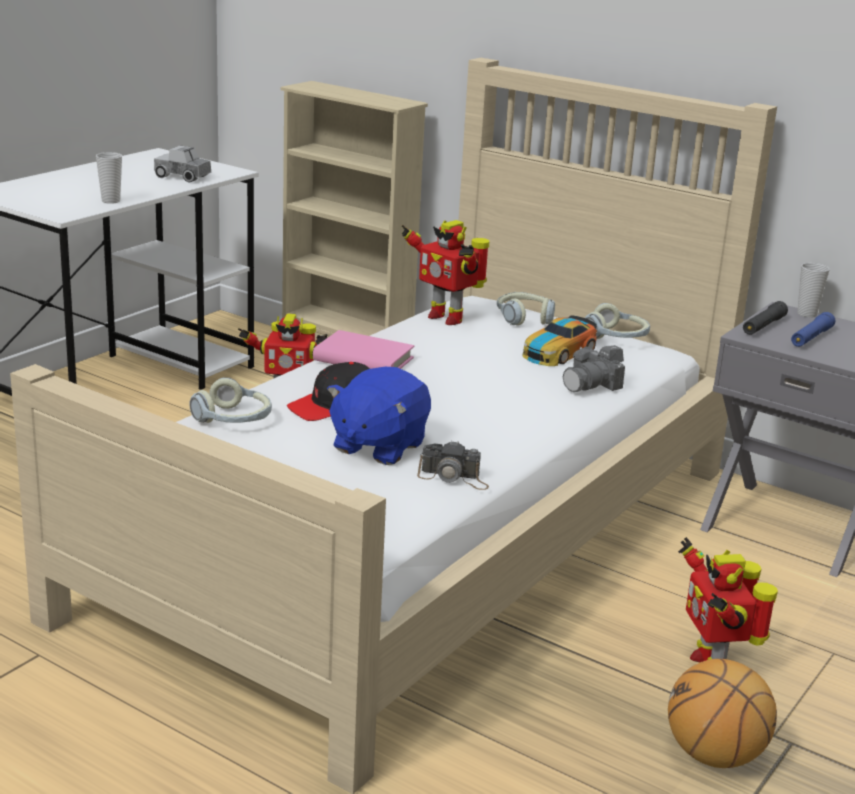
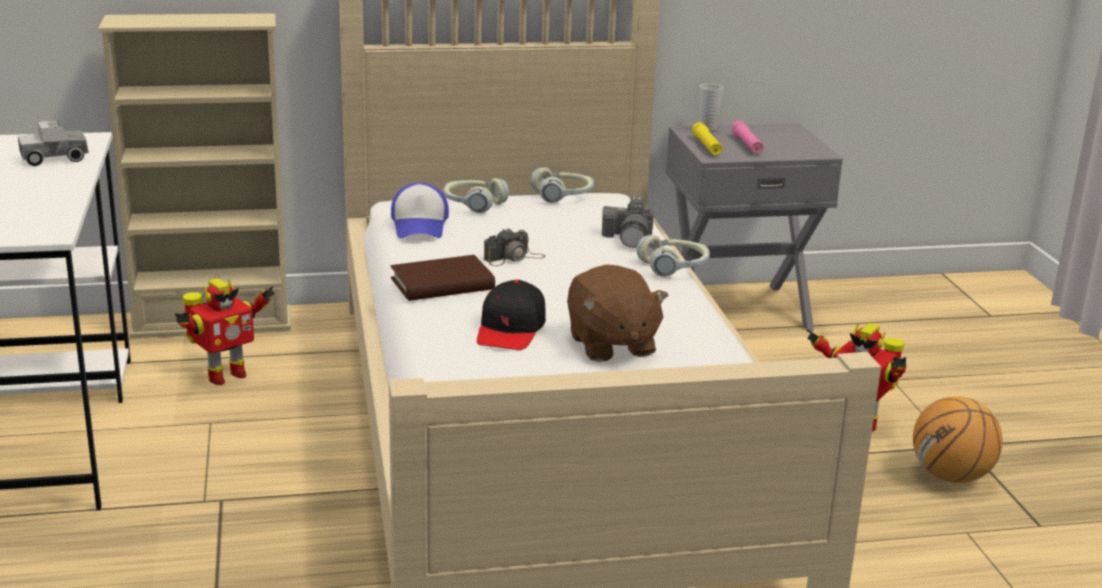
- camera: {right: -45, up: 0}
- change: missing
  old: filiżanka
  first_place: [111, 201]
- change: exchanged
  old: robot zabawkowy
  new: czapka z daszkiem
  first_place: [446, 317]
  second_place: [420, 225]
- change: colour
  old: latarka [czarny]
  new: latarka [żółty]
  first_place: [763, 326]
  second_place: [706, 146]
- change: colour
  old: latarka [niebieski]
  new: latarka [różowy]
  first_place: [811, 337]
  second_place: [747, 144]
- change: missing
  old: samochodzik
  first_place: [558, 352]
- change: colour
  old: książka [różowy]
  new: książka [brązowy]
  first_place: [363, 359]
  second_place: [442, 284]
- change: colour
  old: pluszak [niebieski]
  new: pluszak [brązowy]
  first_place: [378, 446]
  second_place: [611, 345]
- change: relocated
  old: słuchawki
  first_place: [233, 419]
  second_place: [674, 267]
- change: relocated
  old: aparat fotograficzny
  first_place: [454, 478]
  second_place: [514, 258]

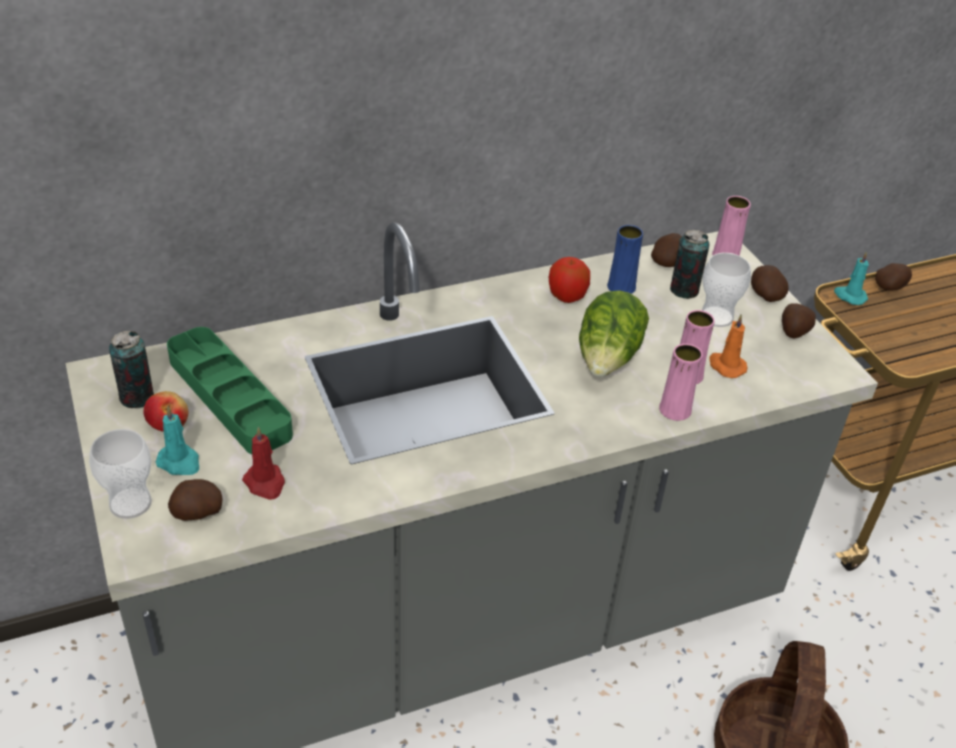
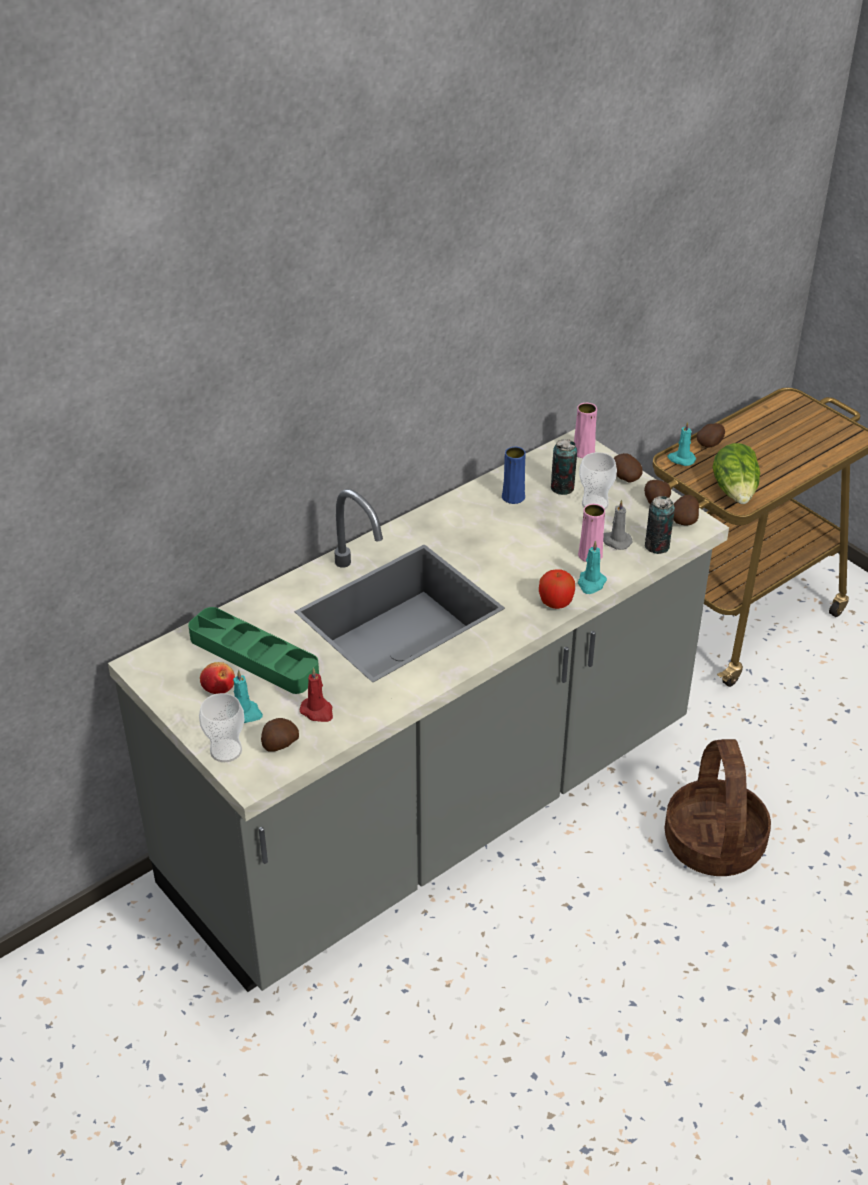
- camera: {right: -15, up: 0}
- change: relocated
  old: ziemniak
  first_place: [667, 262]
  second_place: [684, 520]
- change: relocated
  old: jabłko
  first_place: [567, 296]
  second_place: [555, 603]
- change: relocated
  old: sałata
  first_place: [608, 358]
  second_place: [735, 491]
- change: colour
  old: świeca [pomarańczowy]
  new: świeca [szary]
  first_place: [726, 366]
  second_place: [615, 541]
- change: relocated
  old: puszka
  first_place: [137, 397]
  second_place: [657, 546]
- change: exchanged
  old: wazon [różowy]
  new: świeca [turkusowy]
  first_place: [675, 410]
  second_place: [591, 583]

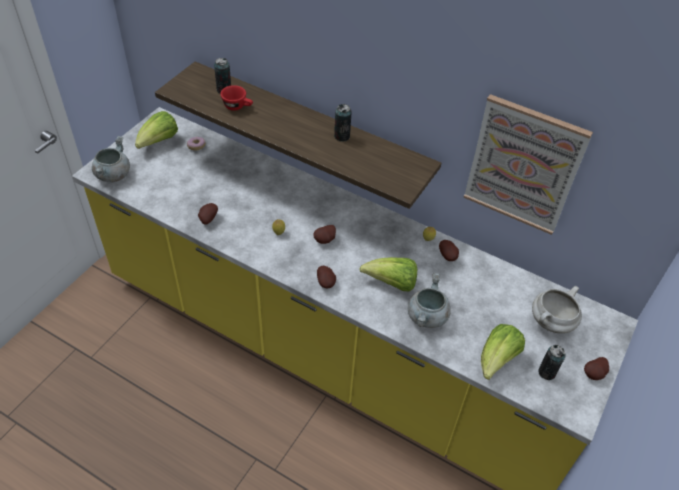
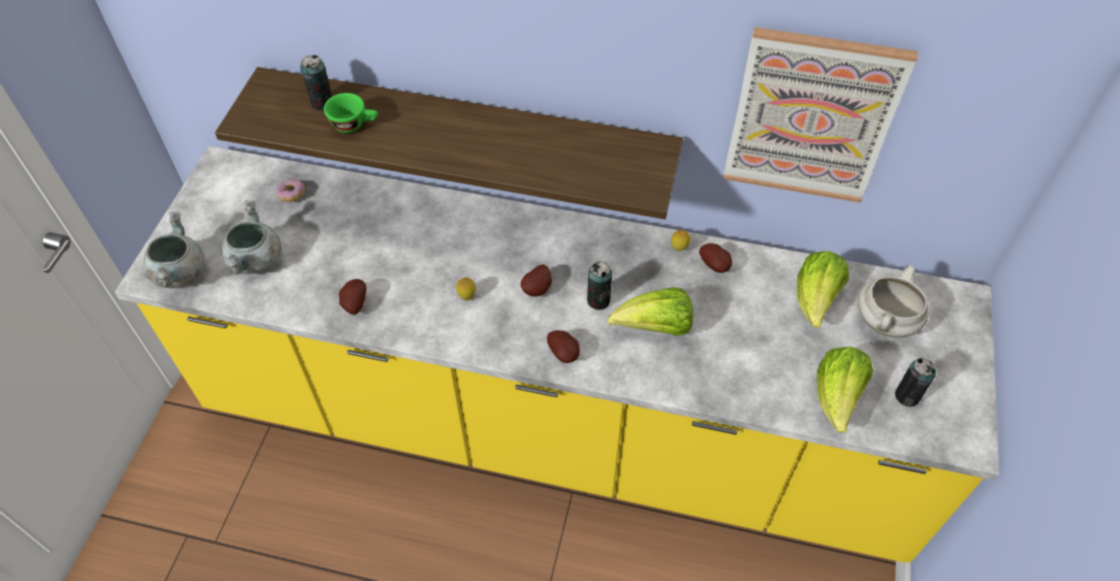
- camera: {right: -15, up: 5}
- change: colour
  old: filiżanka [czerwony]
  new: filiżanka [zielony]
  first_place: [238, 106]
  second_place: [354, 124]
- change: relocated
  old: puszka
  first_place: [342, 136]
  second_place: [598, 300]
- change: relocated
  old: sałata
  first_place: [159, 142]
  second_place: [815, 300]
- change: relocated
  old: garnek [szary]
  first_place: [427, 317]
  second_place: [256, 261]
- change: missing
  old: ziemniak
  first_place: [594, 374]

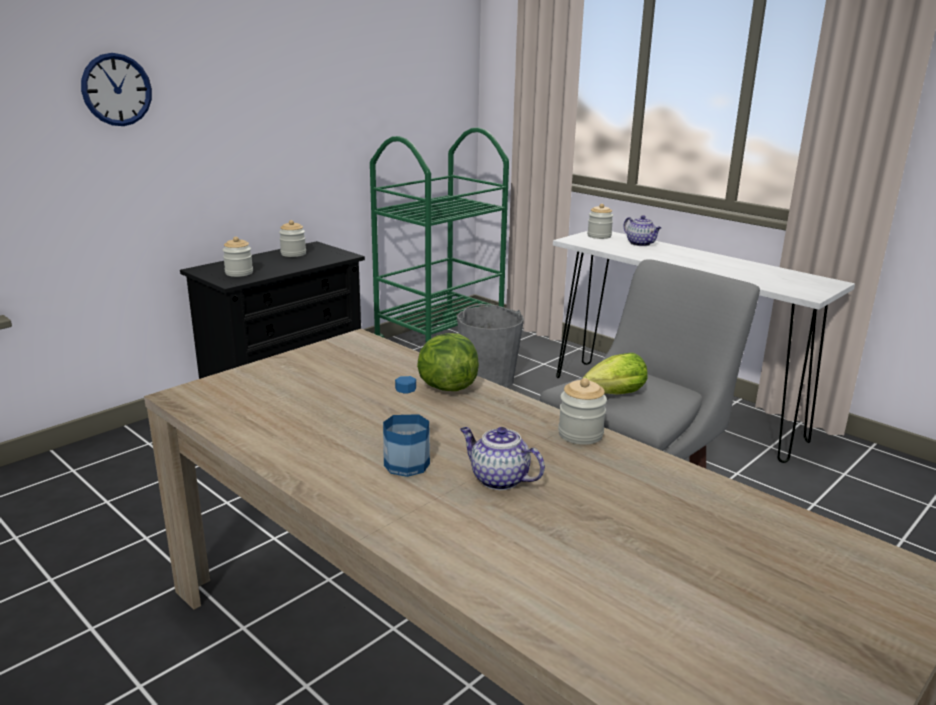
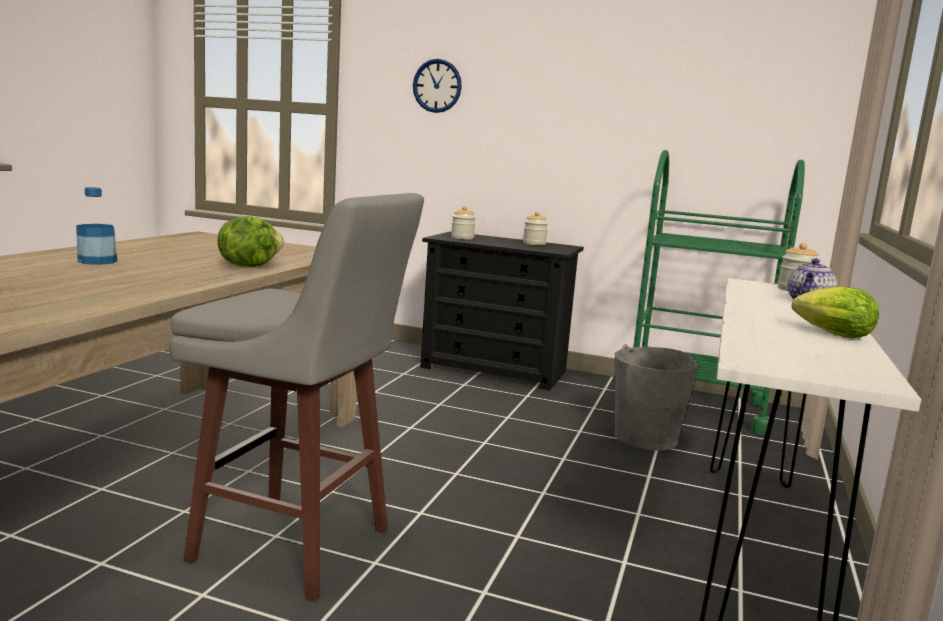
- camera: {right: 65, up: -10}
- change: relocated
  old: sałata
  first_place: [612, 395]
  second_place: [828, 334]
- change: missing
  old: słoik
  first_place: [580, 434]
- change: missing
  old: imbryk
  first_place: [498, 479]

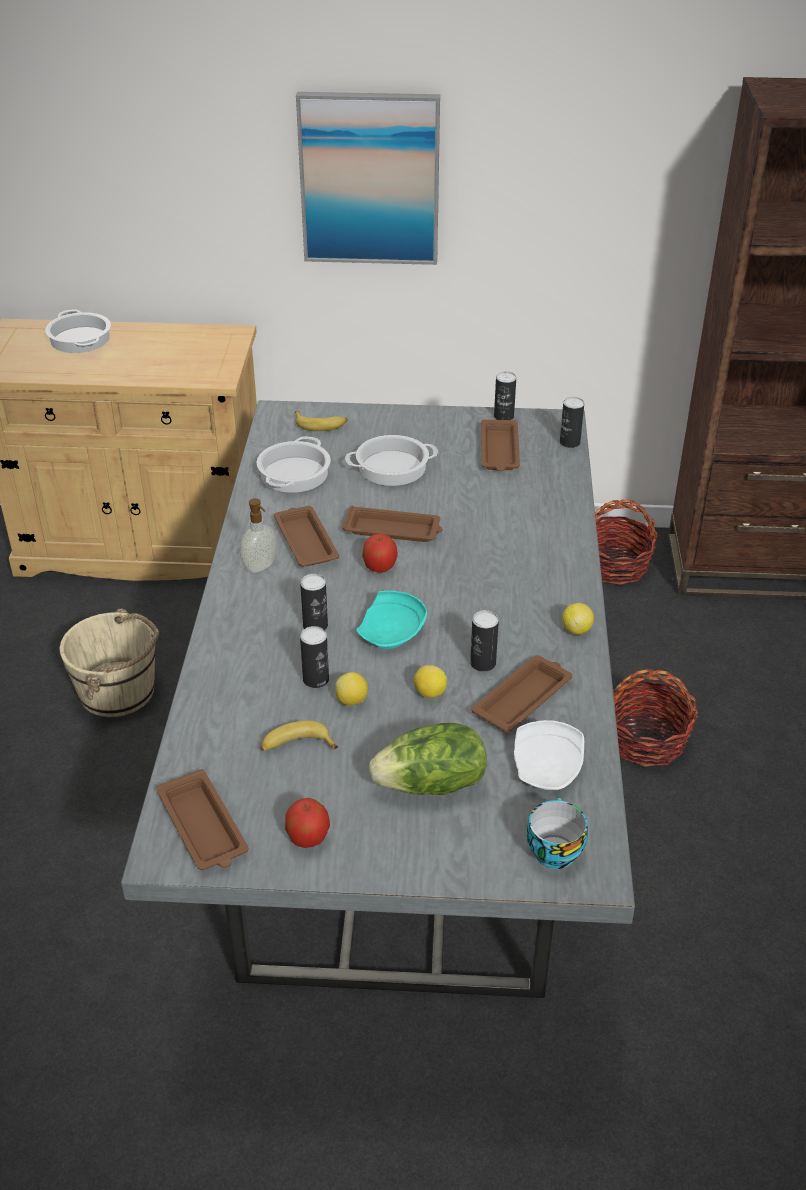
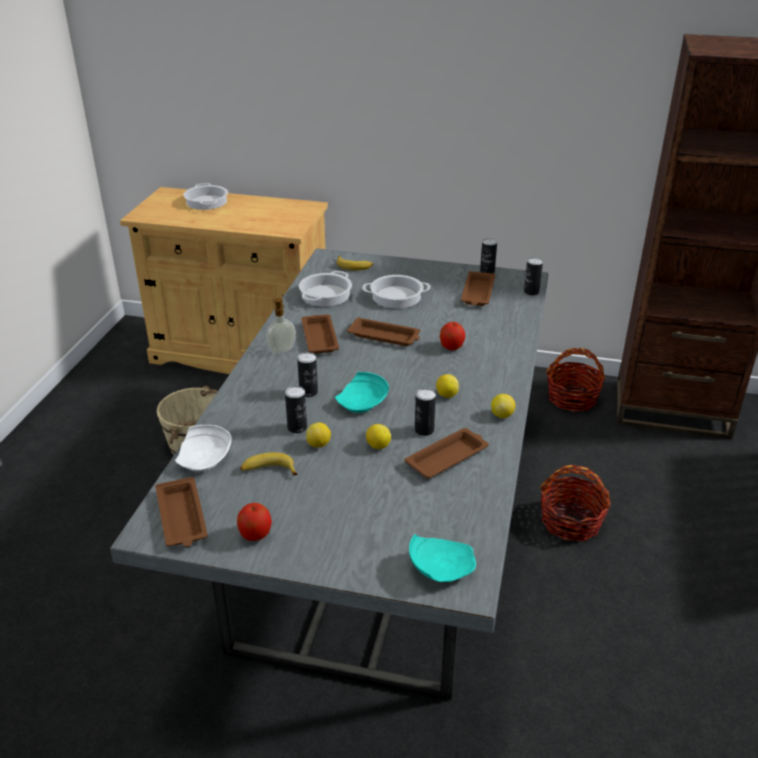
- camera: {right: 10, up: -5}
- change: missing
  old: obraz
  first_place: [369, 179]
- change: relocated
  old: jabłko
  first_place: [380, 567]
  second_place: [451, 347]
- change: relocated
  old: talerz [biały]
  first_place: [548, 768]
  second_place: [205, 458]
- change: missing
  old: sałata
  first_place: [432, 785]
- change: exchanged
  old: filiżanka
  new: talerz [turkusowy]
  first_place: [553, 850]
  second_place: [440, 567]
- change: appeared
  new: cytryna
  second_place: [446, 395]

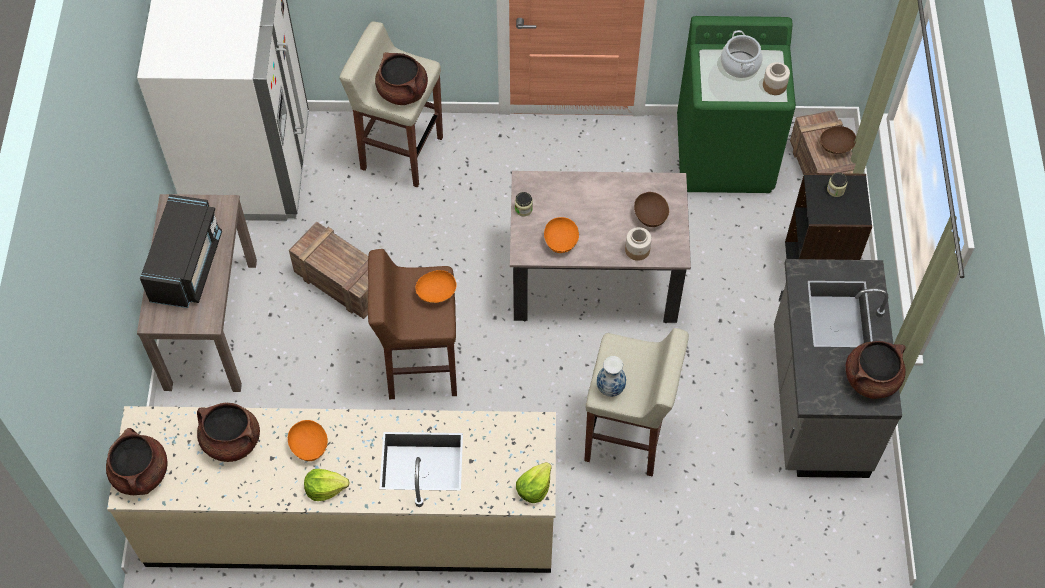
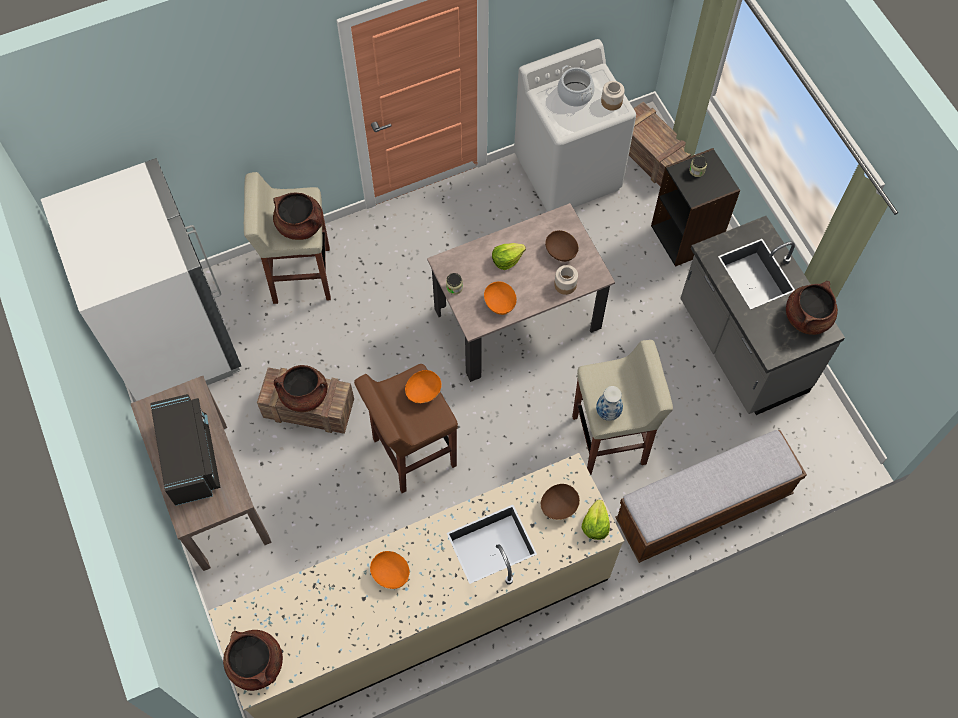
- camera: {right: -25, up: 5}
- change: colour
  old: pralka [zielony]
  new: pralka [biały]
  first_place: [725, 155]
  second_place: [568, 172]
- change: relocated
  old: miska [brązowy]
  first_place: [836, 147]
  second_place: [559, 506]
- change: relocated
  old: garnek [brązowy]
  first_place: [231, 441]
  second_place: [304, 396]
- change: relocated
  old: sałata
  first_place: [325, 488]
  second_place: [507, 259]
- change: appeared
  new: ławka
  second_place: [703, 507]

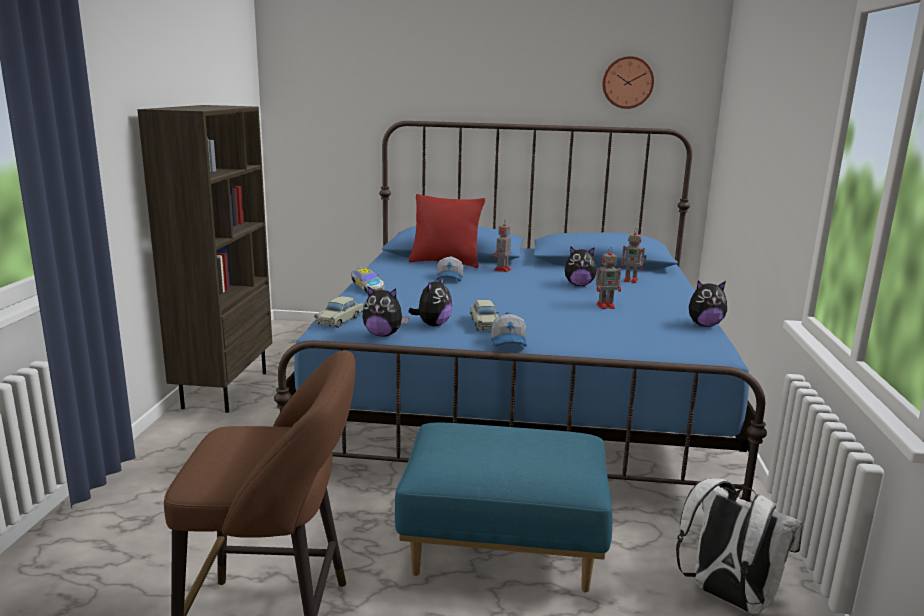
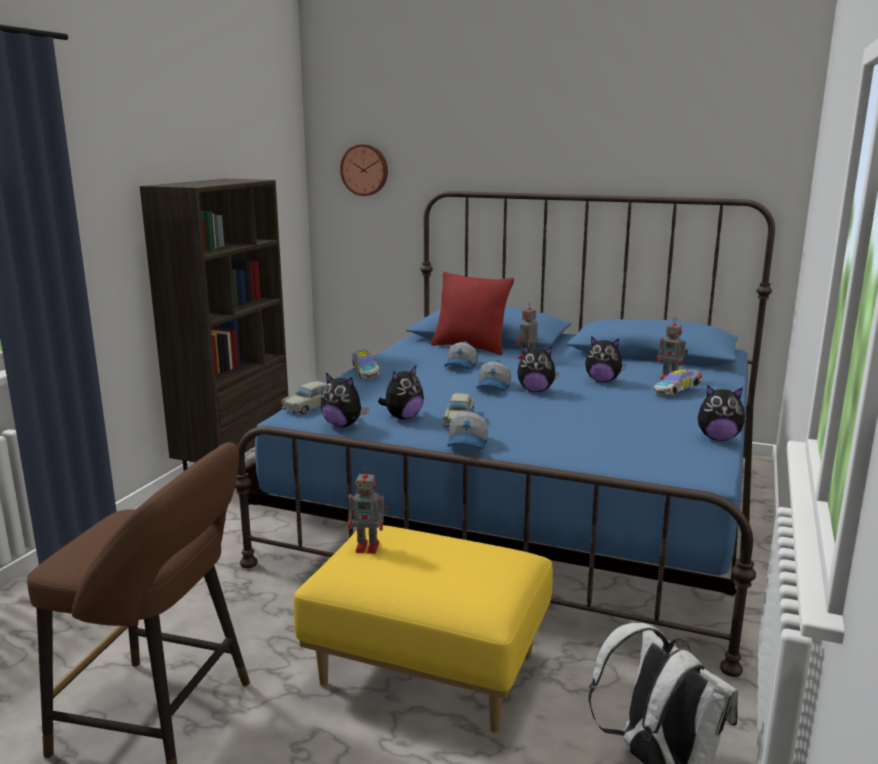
- camera: {right: 15, up: 0}
- change: relocated
  old: zegar ścienny
  first_place: [627, 82]
  second_place: [365, 170]
- change: relocated
  old: robot zabawkowy
  first_place: [606, 306]
  second_place: [369, 547]
- change: colour
  old: pufa [niebieski]
  new: pufa [żółty]
  first_place: [504, 548]
  second_place: [429, 670]
- change: appeared
  new: pluszak
  second_place: [535, 390]
- change: appeared
  new: czapka z daszkiem
  second_place: [494, 387]
- change: appeared
  new: samochodzik
  second_place: [677, 391]

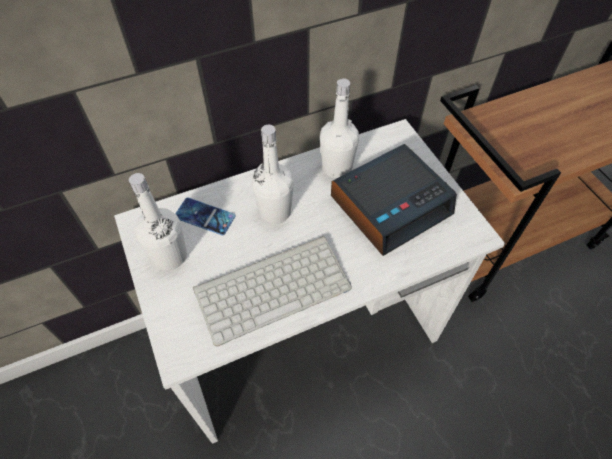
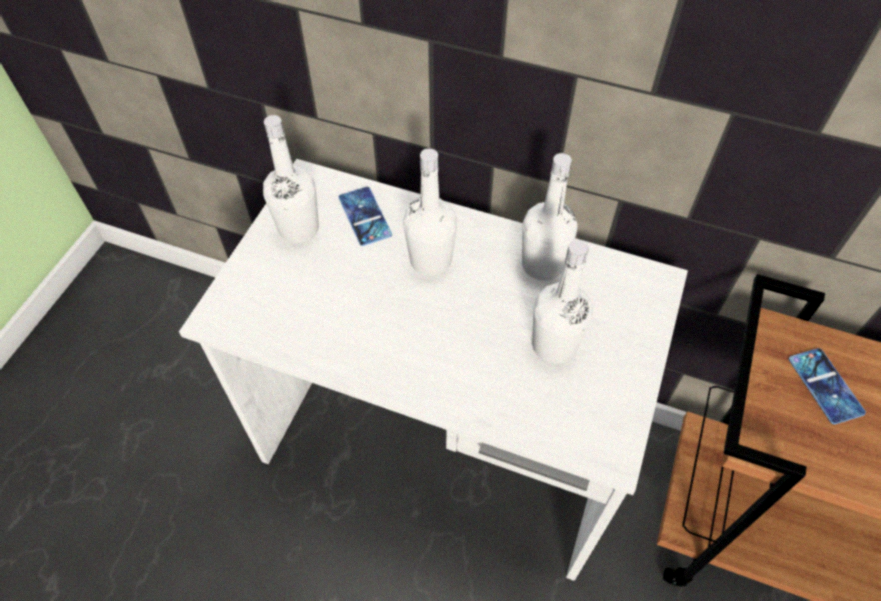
- camera: {right: 45, up: 0}
- change: exchanged
  old: budzik
  new: butelka [biały]
  first_place: [391, 204]
  second_place: [554, 345]
- change: missing
  old: klawiatura
  first_place: [273, 286]
- change: appeared
  new: telefon
  second_place: [825, 386]

